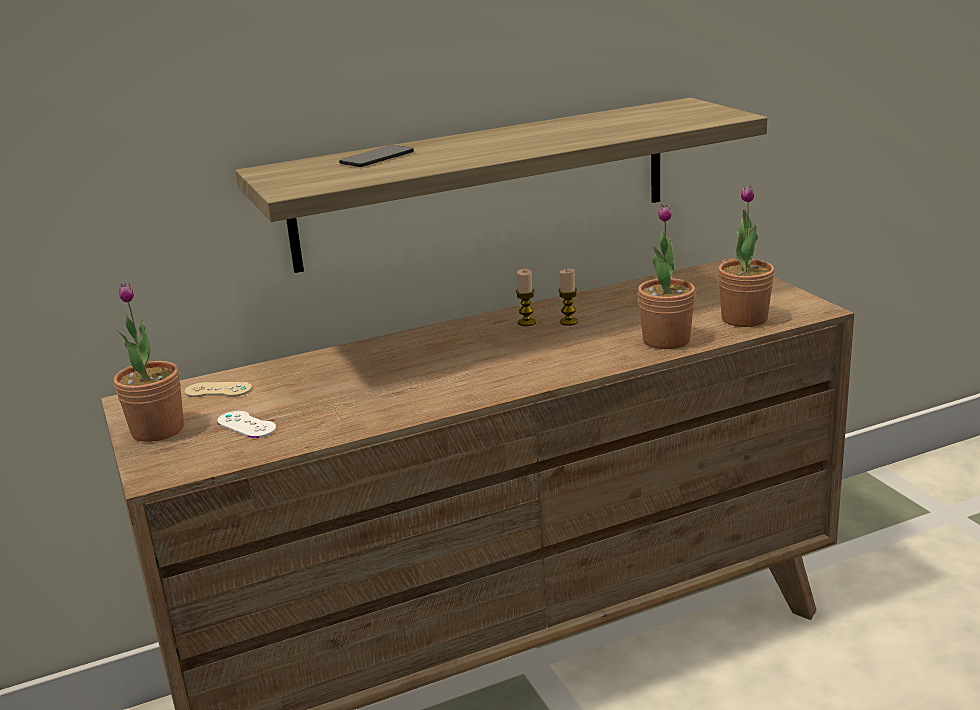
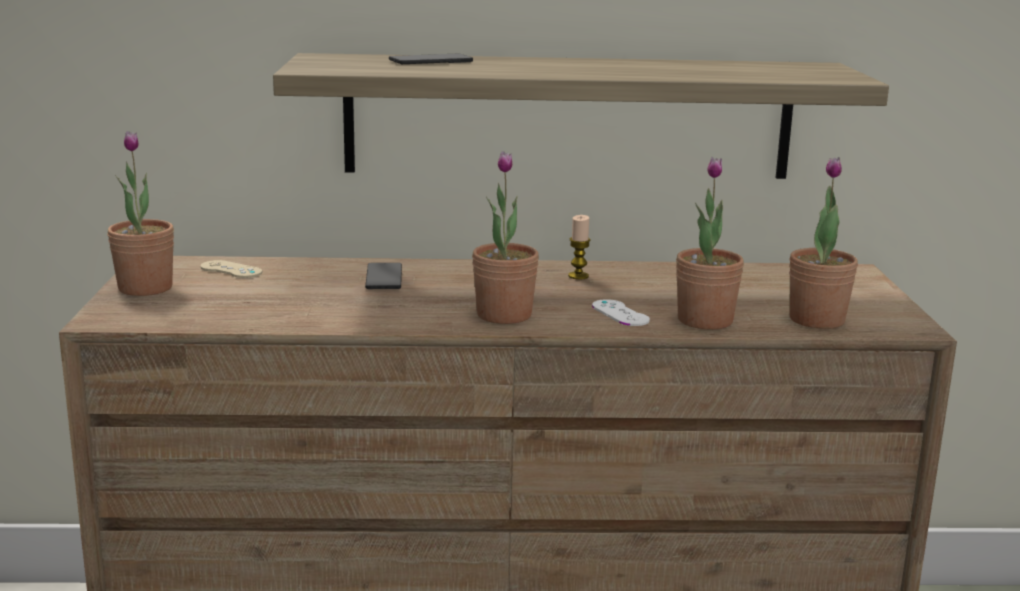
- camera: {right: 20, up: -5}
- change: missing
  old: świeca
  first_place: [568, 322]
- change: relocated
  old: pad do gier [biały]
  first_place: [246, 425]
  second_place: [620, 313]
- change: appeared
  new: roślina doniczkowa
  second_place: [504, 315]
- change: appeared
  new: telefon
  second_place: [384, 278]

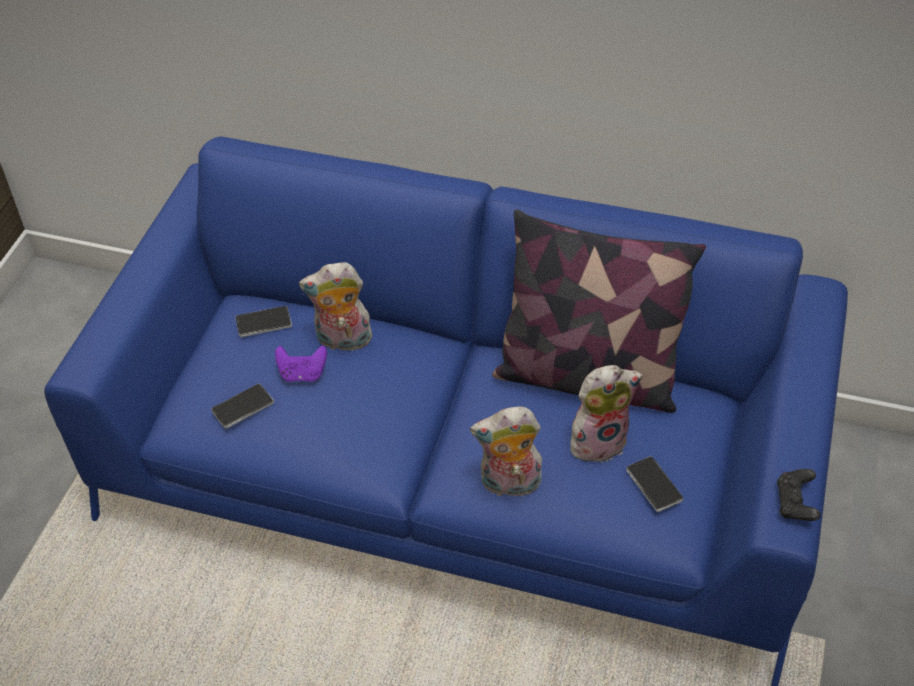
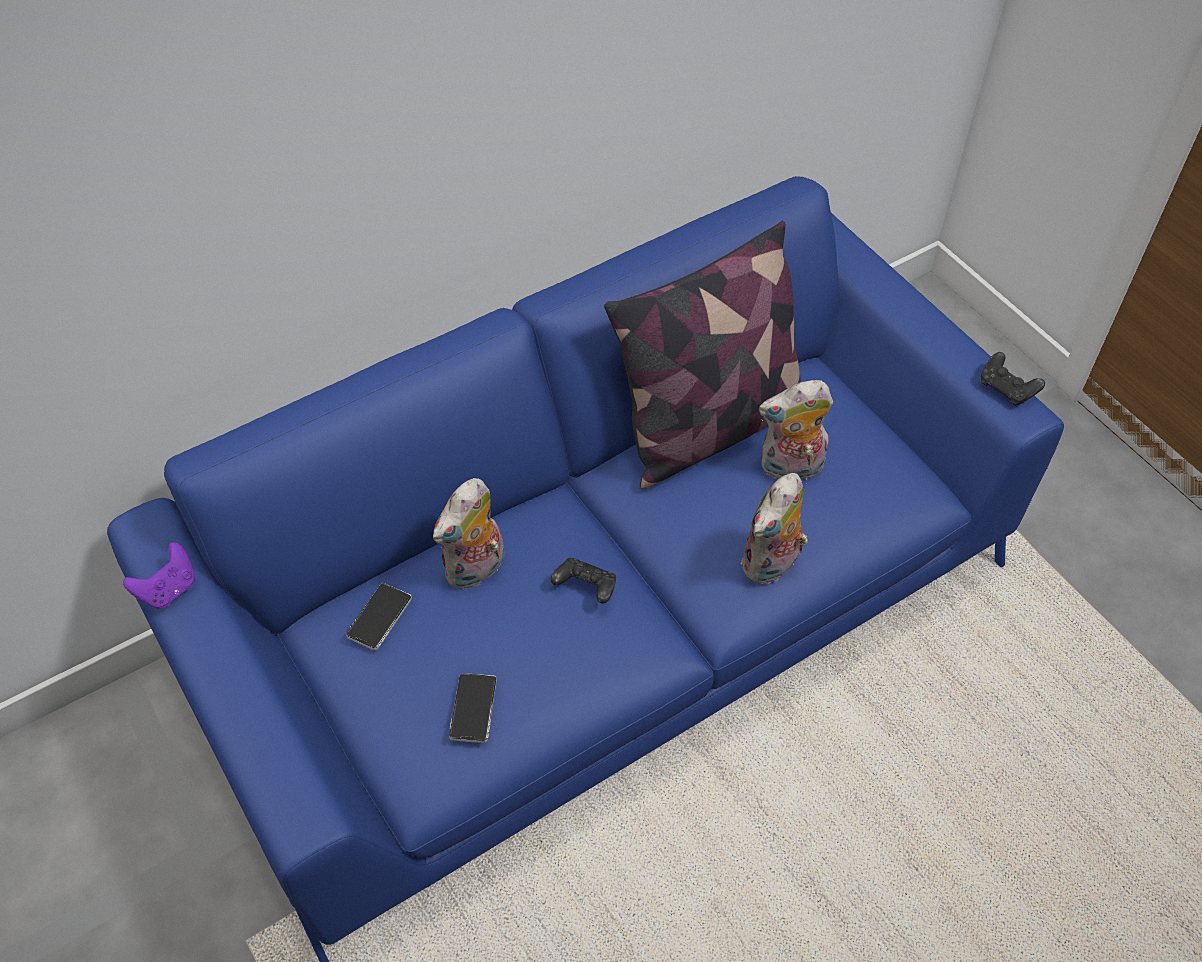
- camera: {right: -50, up: 5}
- change: relocated
  old: pad do gier [fioletowy]
  first_place: [302, 374]
  second_place: [169, 589]
- change: spun
  old: pluszak
  first_place: [598, 441]
  second_place: [790, 468]
  degrees: -120
- change: missing
  old: telefon
  first_place: [654, 485]
- change: appeared
  new: pad do gier [czarny]
  second_place: [585, 587]

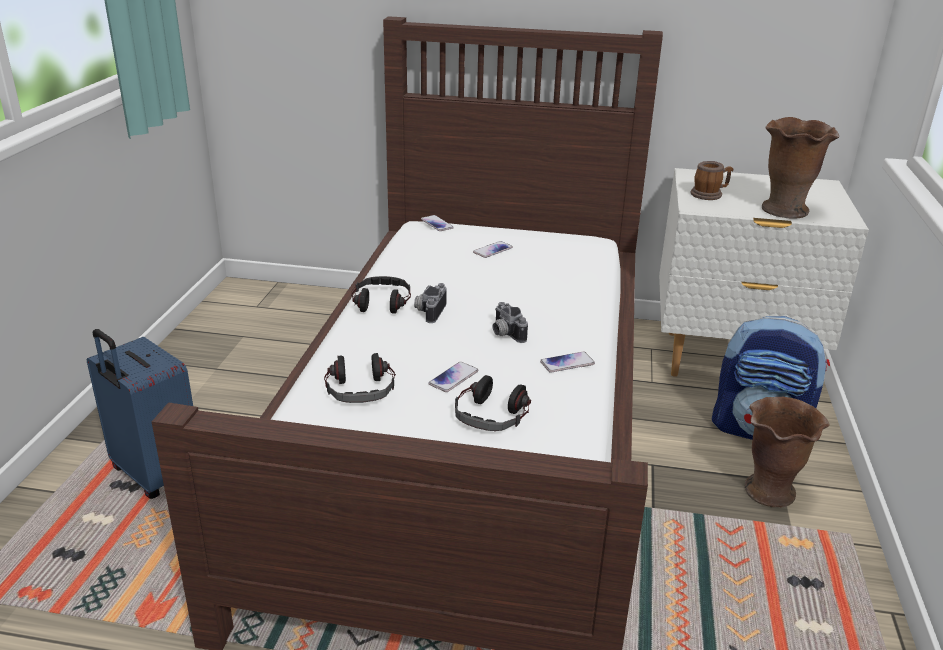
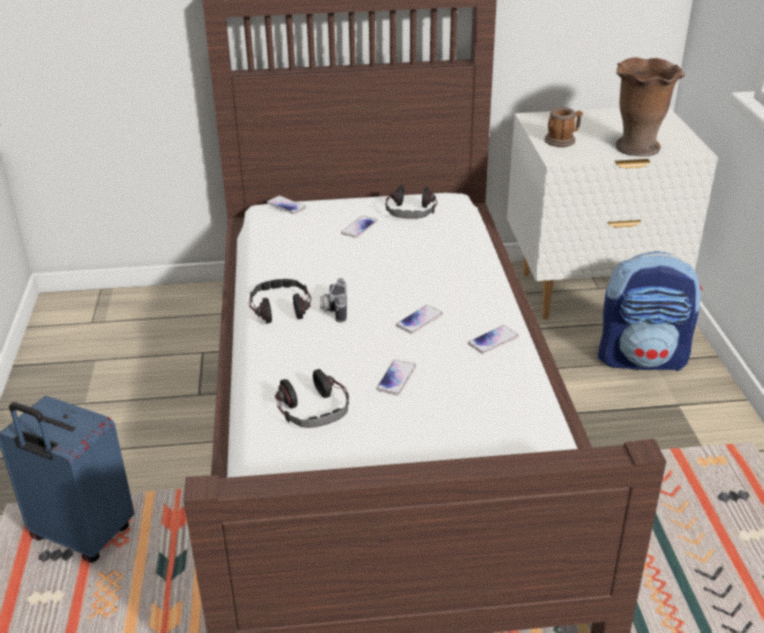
- camera: {right: -15, up: 5}
- change: exchanged
  old: aparat fotograficzny
  new: telefon
  first_place: [504, 334]
  second_place: [419, 320]
- change: relocated
  old: słuchawki
  first_place: [492, 415]
  second_place: [411, 211]
- change: missing
  old: wazon [brązowy]
  first_place: [769, 491]

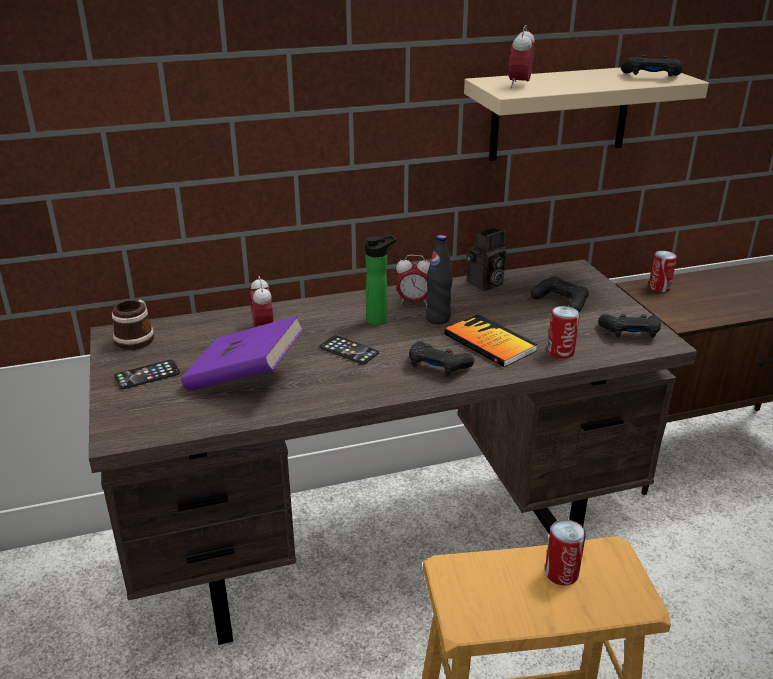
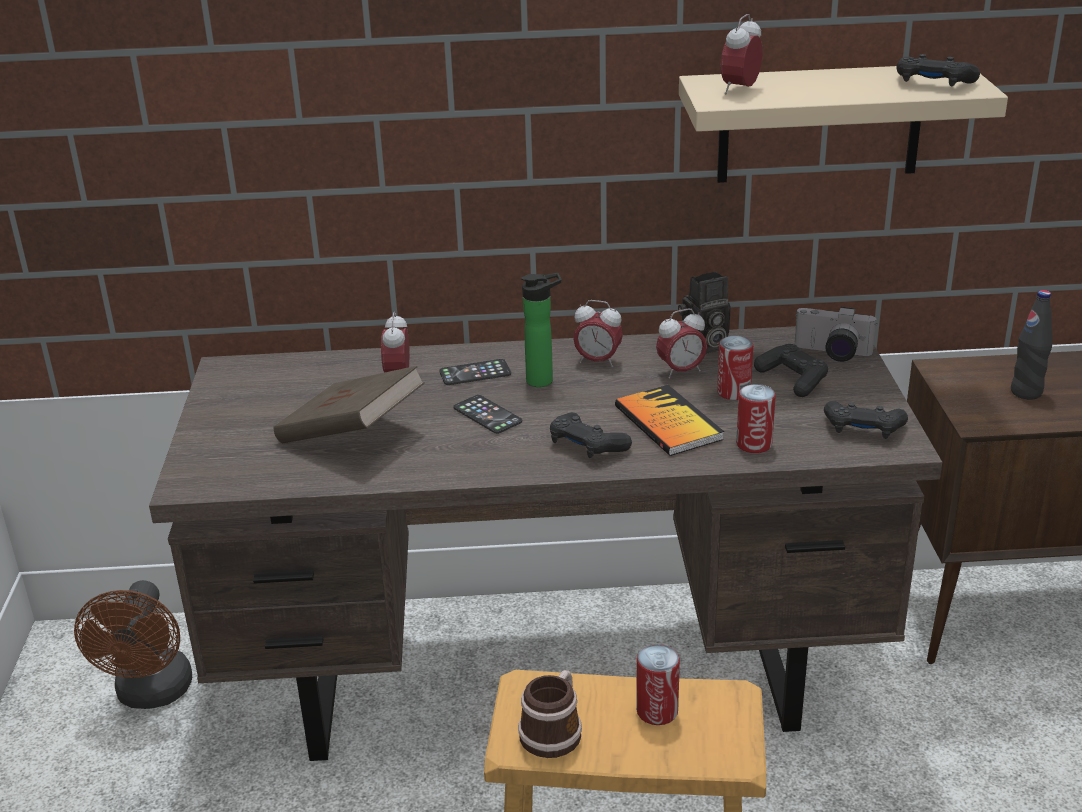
- camera: {right: 15, up: 0}
- change: relocated
  old: butelka [czarny]
  first_place: [438, 318]
  second_place: [1026, 392]
- change: relocated
  old: puszka
  first_place: [659, 287]
  second_place: [733, 392]
- change: relocated
  old: kubek
  first_place: [137, 337]
  second_place: [554, 730]
- change: colour
  old: książka [fioletowy]
  new: książka [brązowy]
  first_place: [245, 377]
  second_place: [351, 435]
- change: relocated
  old: telefon
  first_place: [147, 375]
  second_place: [475, 373]
- change: appeared
  new: aparat fotograficzny
  second_place: [831, 354]
- change: appeared
  new: budzik
  second_place: [681, 371]
- change: appeared
  new: wentylator [brązowy]
  second_place: [152, 694]

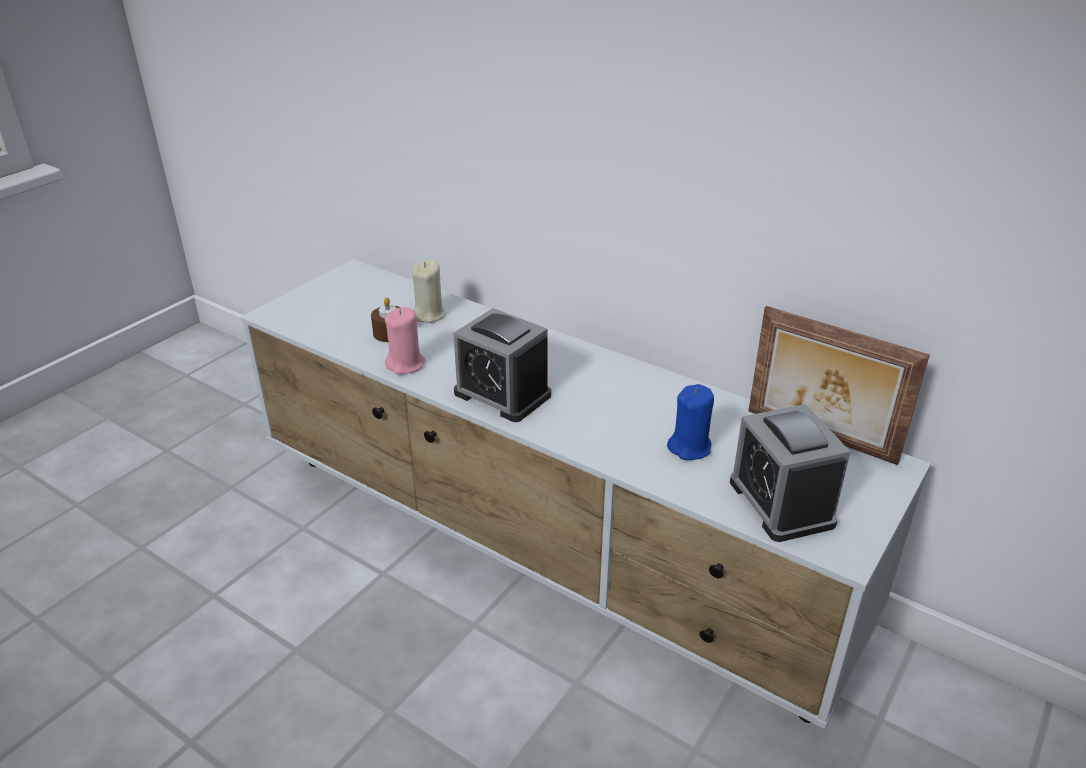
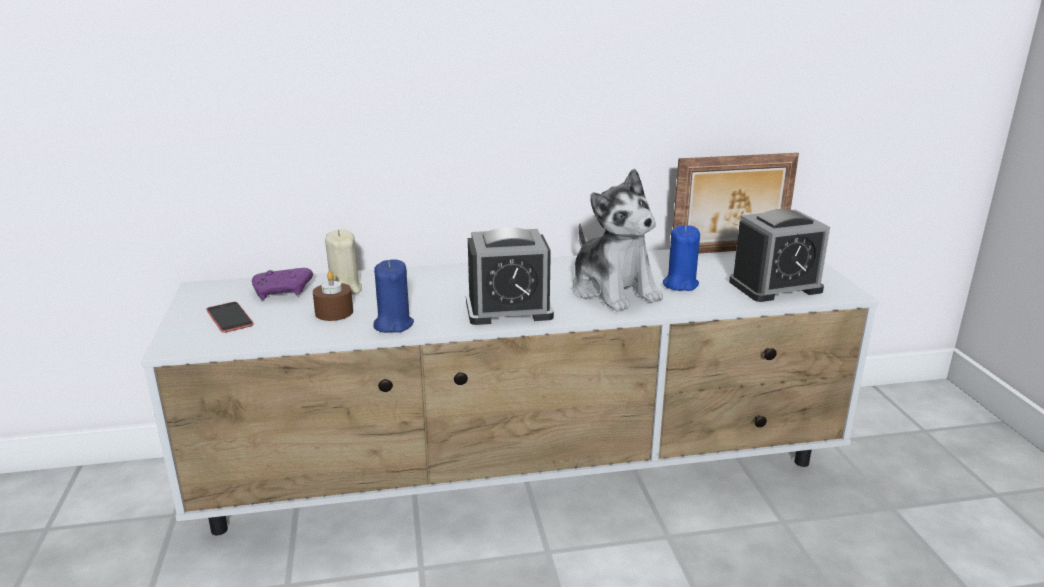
- camera: {right: -45, up: -10}
- change: colour
  old: świeca [różowy]
  new: świeca [niebieski]
  first_place: [406, 364]
  second_place: [393, 324]
- change: spun
  old: budzik
  first_place: [781, 503]
  second_place: [775, 286]
  degrees: -45
- change: appeared
  new: pluszak
  second_place: [613, 290]
- change: appeared
  new: pad do gier [fioletowy]
  second_place: [283, 292]
- change: appeared
  new: telefon
  second_place: [229, 317]

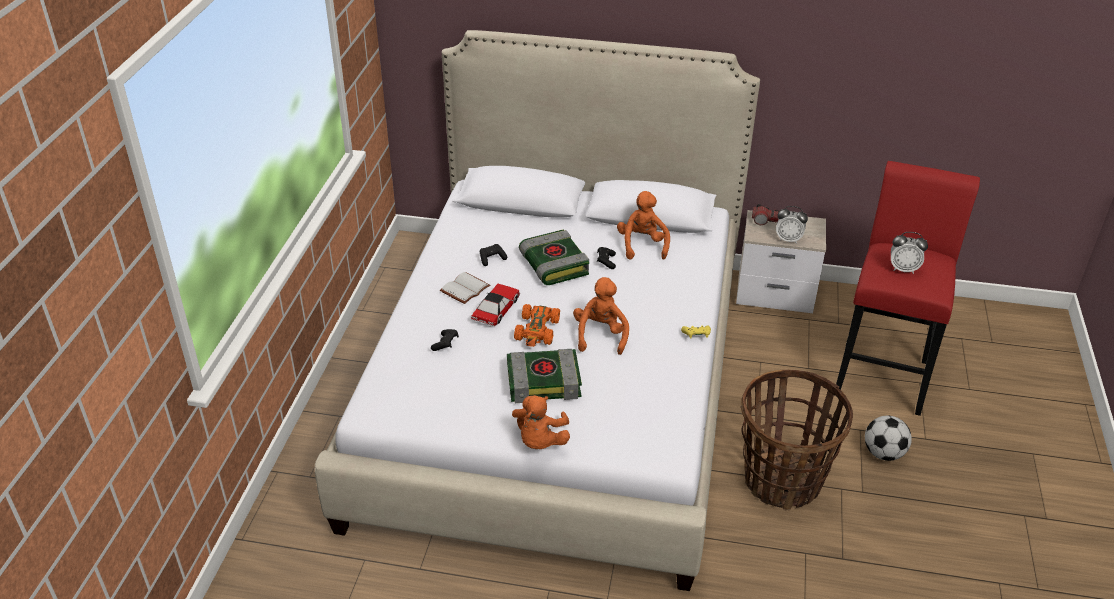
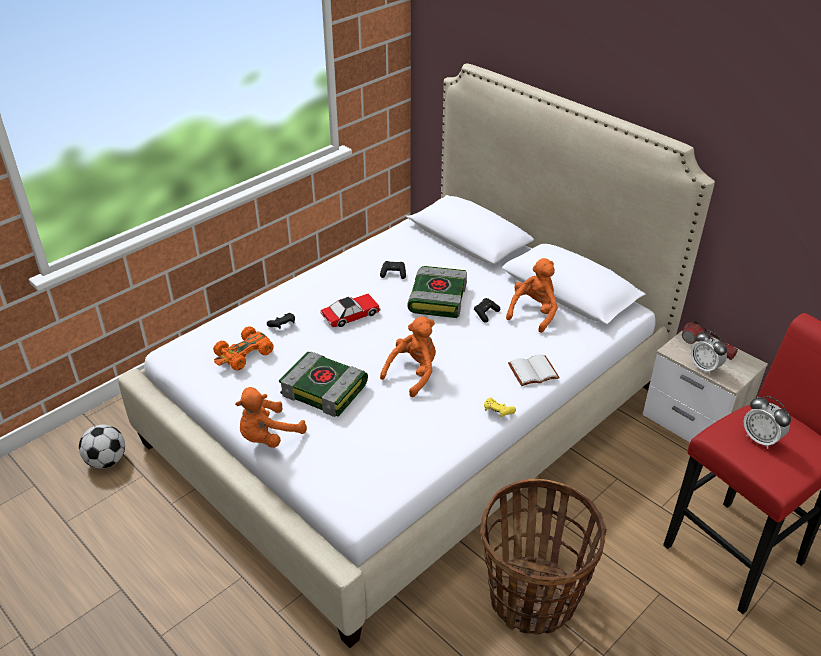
- camera: {right: 35, up: 0}
- change: relocated
  old: książka [biały]
  first_place: [465, 290]
  second_place: [533, 372]
- change: relocated
  old: samochodzik [pomarańczowy]
  first_place: [537, 330]
  second_place: [243, 354]
- change: relocated
  old: piłka futbolowa
  first_place: [883, 453]
  second_place: [106, 461]

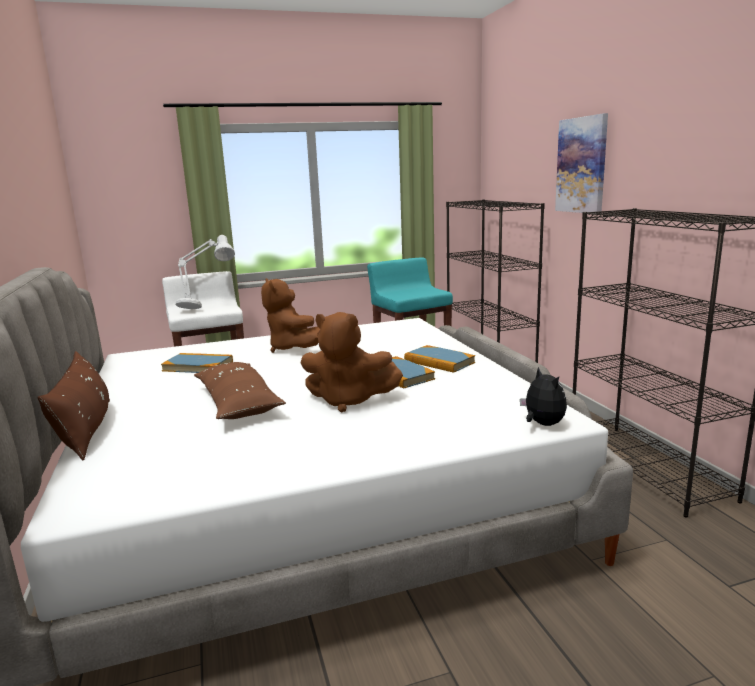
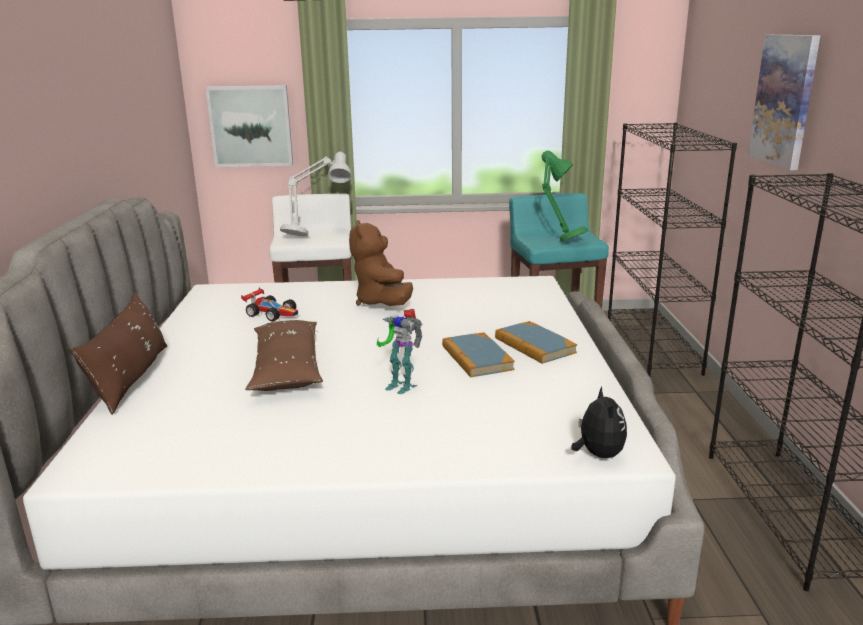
- camera: {right: 15, up: 5}
- change: exchanged
  old: pluszak [brązowy]
  new: robot zabawkowy
  first_place: [348, 401]
  second_place: [401, 385]
- change: exchanged
  old: książka
  new: samochodzik
  first_place: [198, 366]
  second_place: [273, 313]
- change: appeared
  new: obraz
  second_place: [251, 126]
- change: appeared
  new: lampa stołowa [zielony]
  second_place: [559, 236]

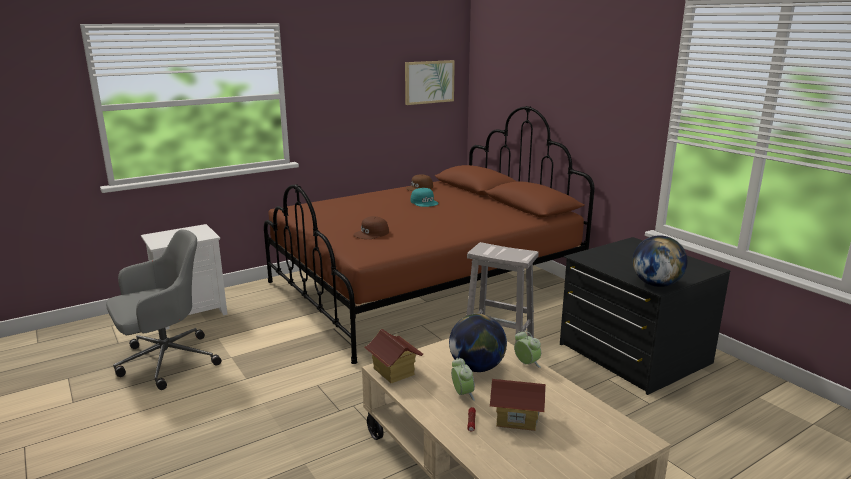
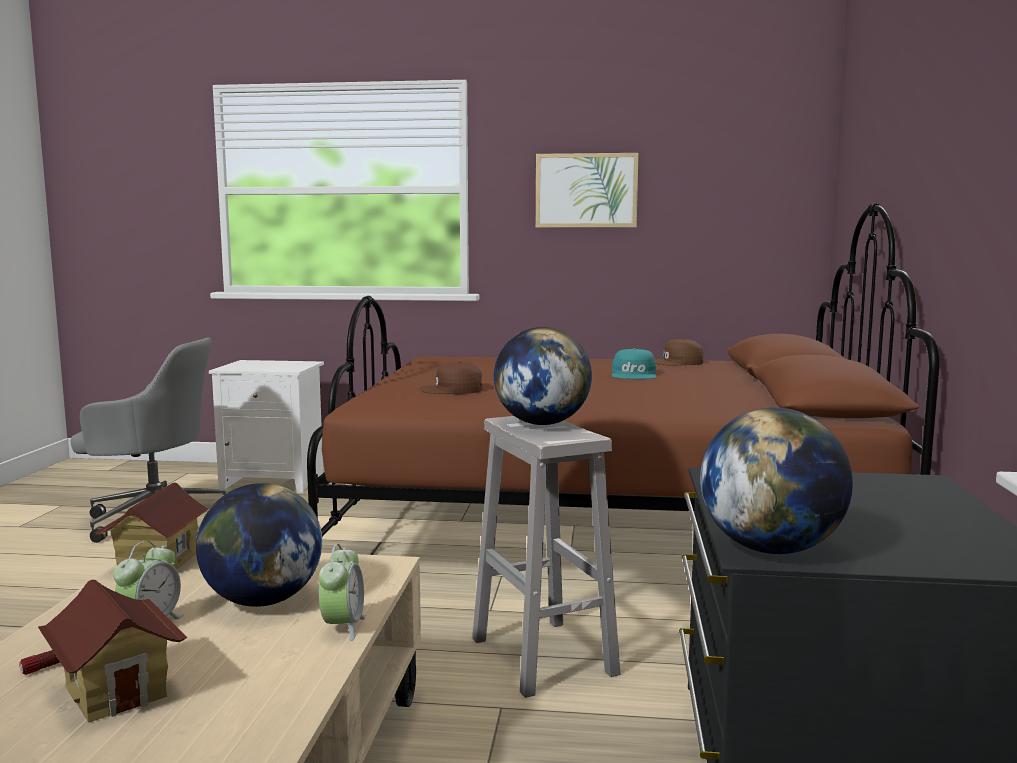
- camera: {right: 40, up: -10}
- change: relocated
  old: obraz
  first_place: [429, 82]
  second_place: [586, 190]
- change: appeared
  new: globus
  second_place: [542, 423]

